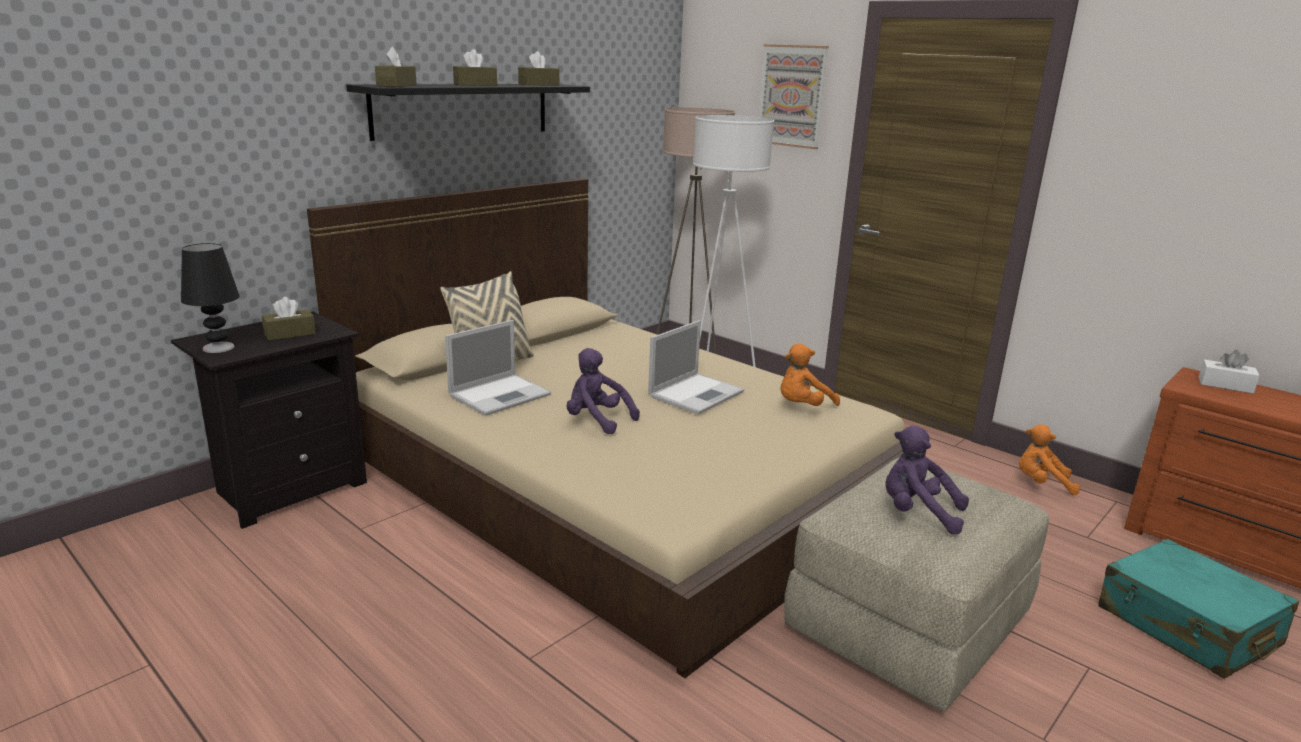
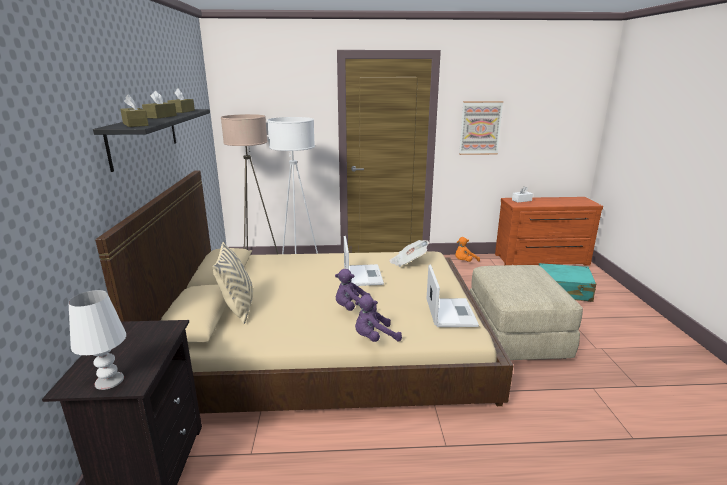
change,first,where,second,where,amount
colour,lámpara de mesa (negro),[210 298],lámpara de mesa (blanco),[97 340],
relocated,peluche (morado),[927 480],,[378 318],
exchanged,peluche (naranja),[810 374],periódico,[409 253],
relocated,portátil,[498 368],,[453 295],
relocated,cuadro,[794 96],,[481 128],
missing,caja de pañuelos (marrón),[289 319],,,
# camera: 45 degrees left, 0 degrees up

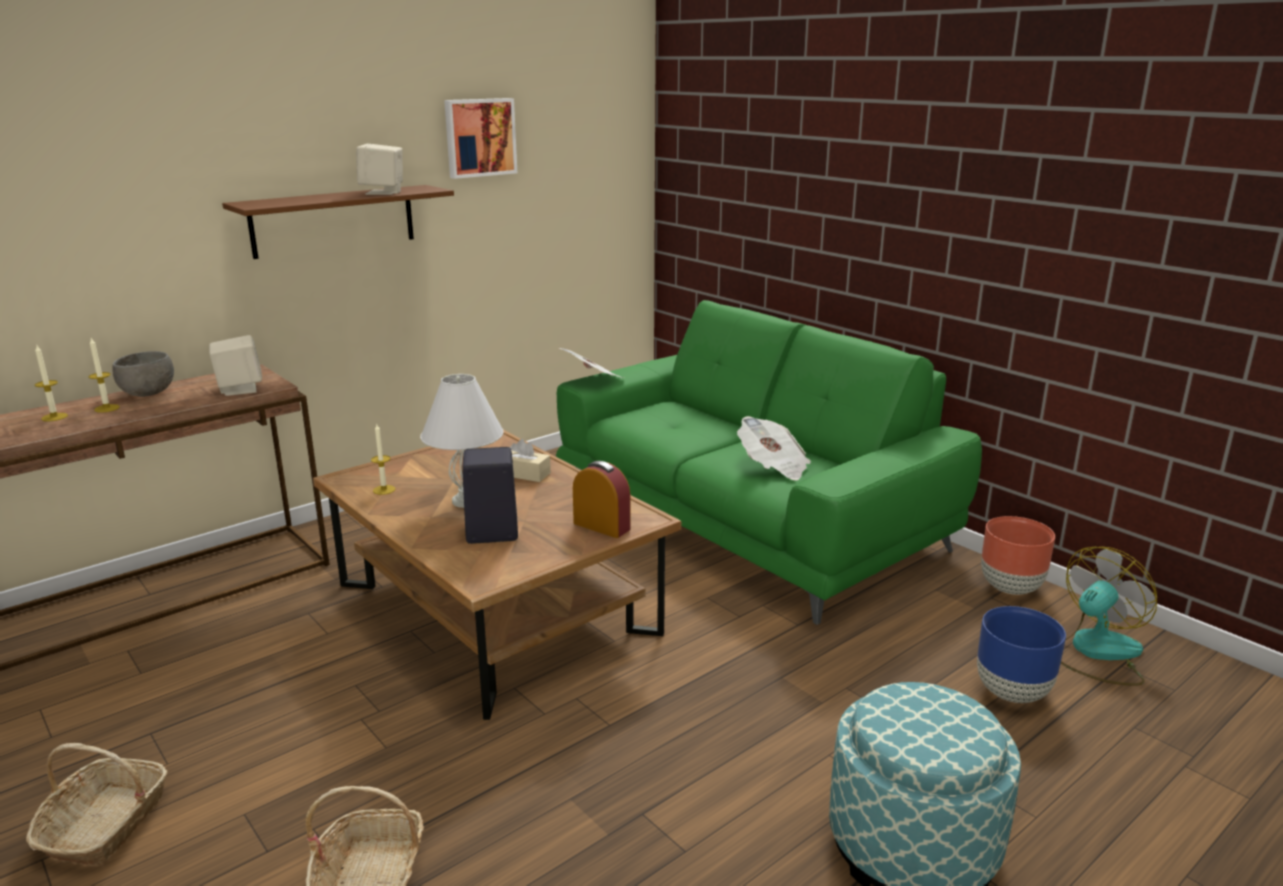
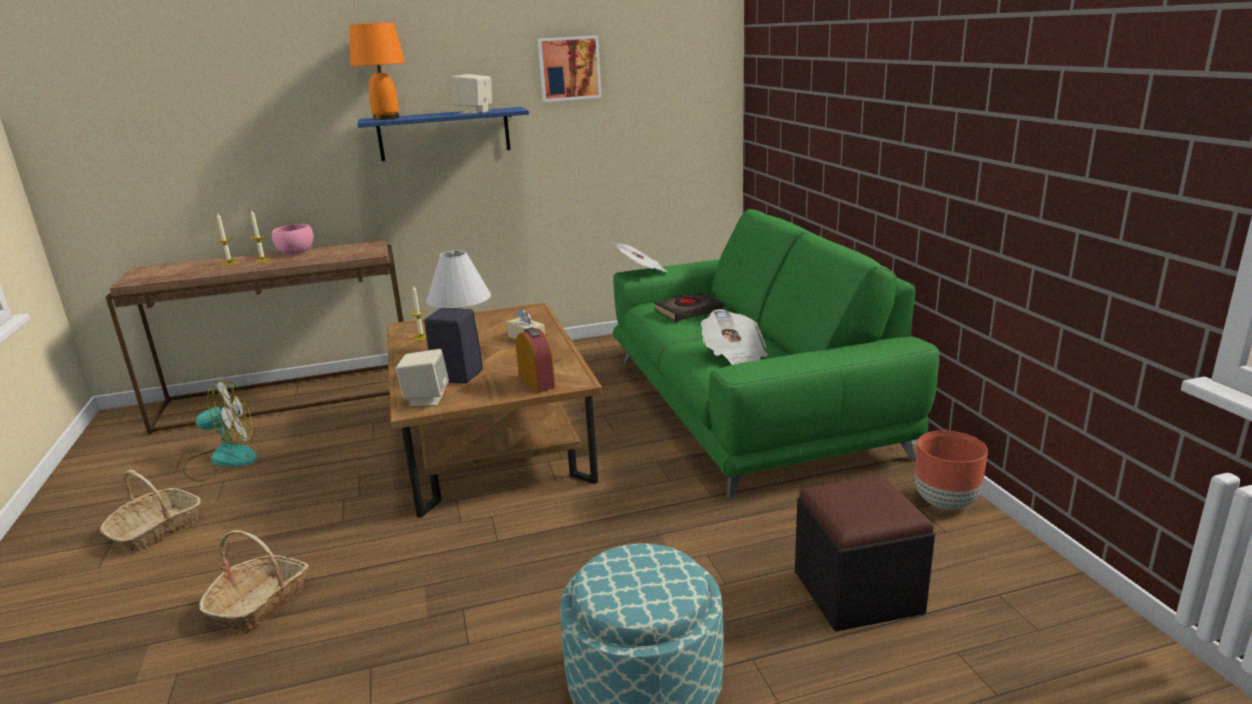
change,first,where,second,where,amount
relocated,ventilador,[1109 616],,[220 430],
colour,cuenco (gris),[143 374],cuenco (rosa),[293 239],
appeared,,,lámpara de mesa (naranja),[377 71],
colour,estante (marrón),[338 222],estante (azul),[443 134],
relocated,altavoz (beis),[235 365],,[422 377],
appeared,,,libro (negro),[689 306],
exchanged,maceta (azul),[1021 654],puf (negro),[865 553],
# camera: 25 degrees right, 0 degrees up

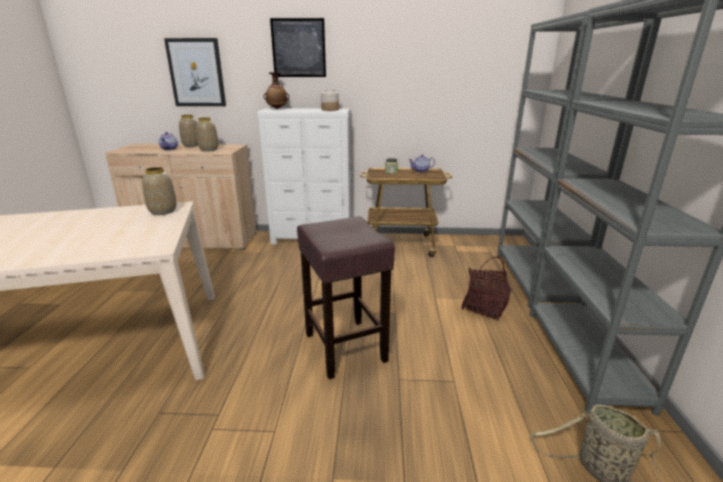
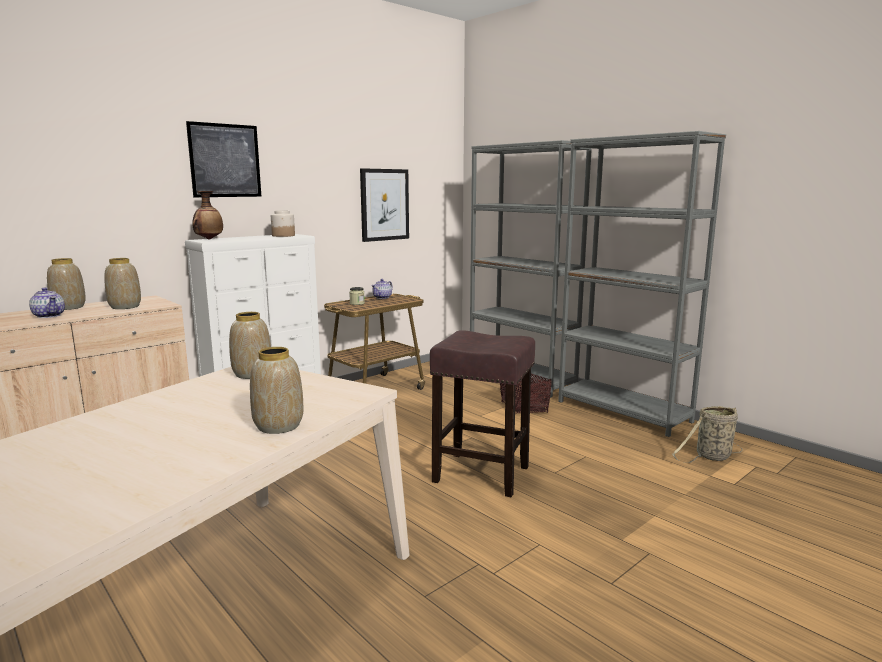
change,first,where,second,where,amount
appeared,,,florero,[276 390],
relocated,cuadro,[195 72],,[384 205],
# camera: 45 degrees left, 10 degrees down

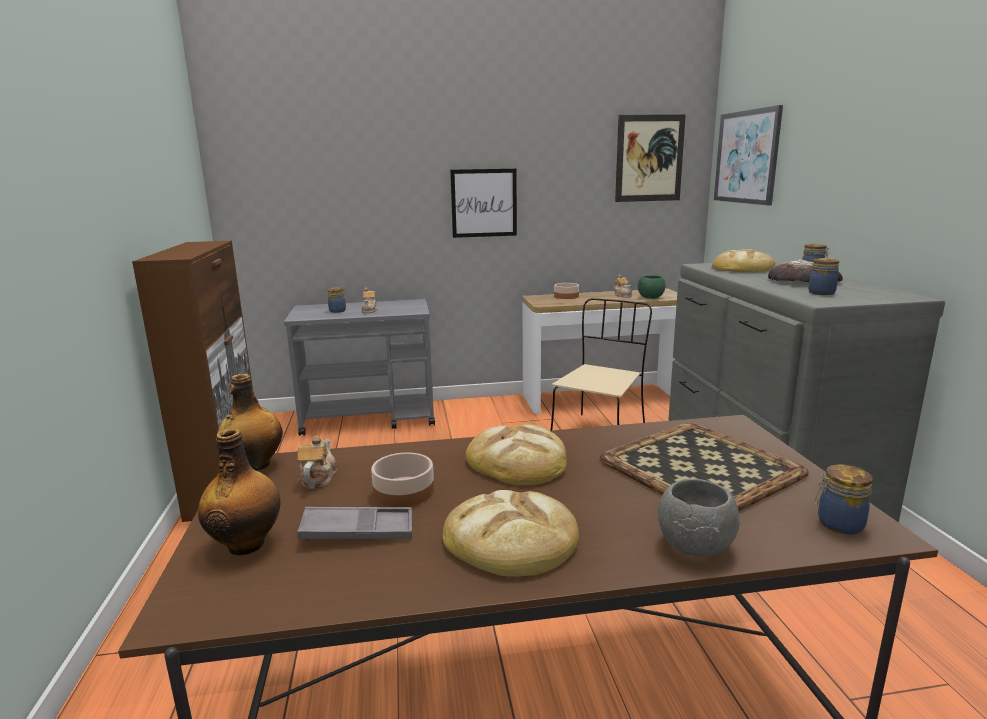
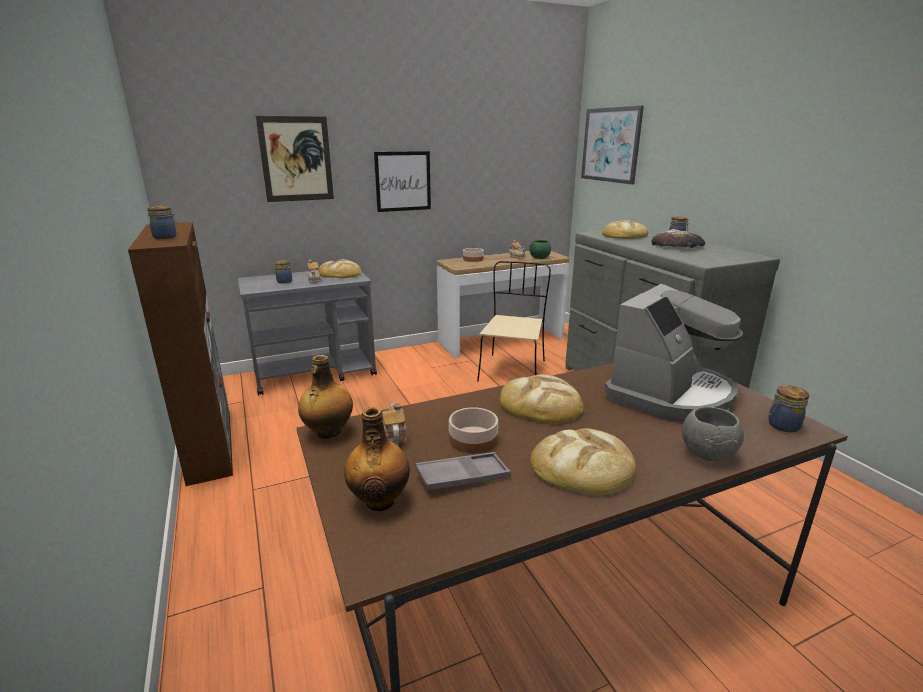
change,first,where,second,where,amount
relocated,tarro,[823 276],,[162 222],
relocated,cuadro,[650 158],,[295 159],
appeared,,,pan,[340 268],
exchanged,bandeja,[704 467],cafetera,[673 352],
# camera: 15 degrees left, 5 degrees up

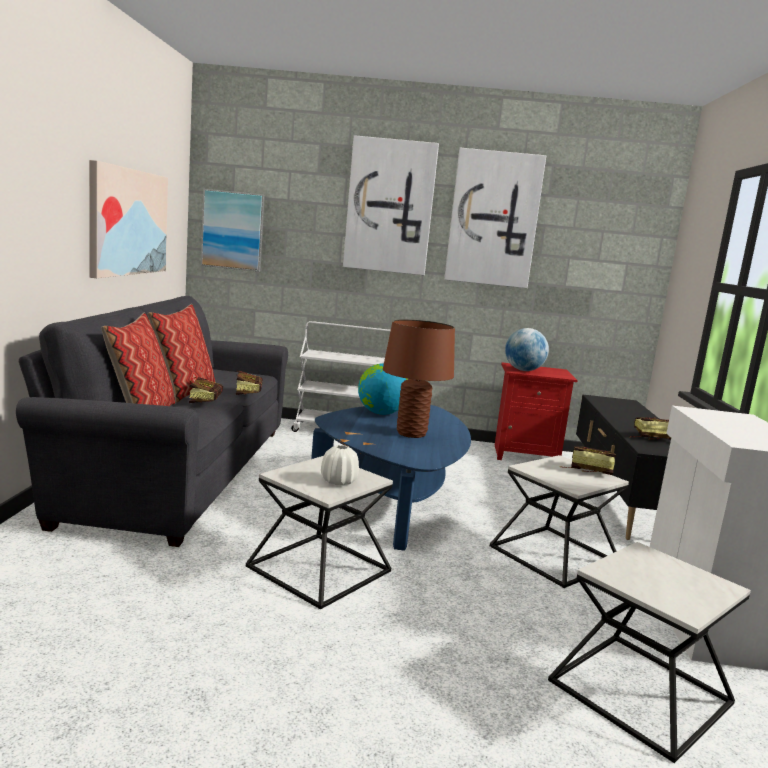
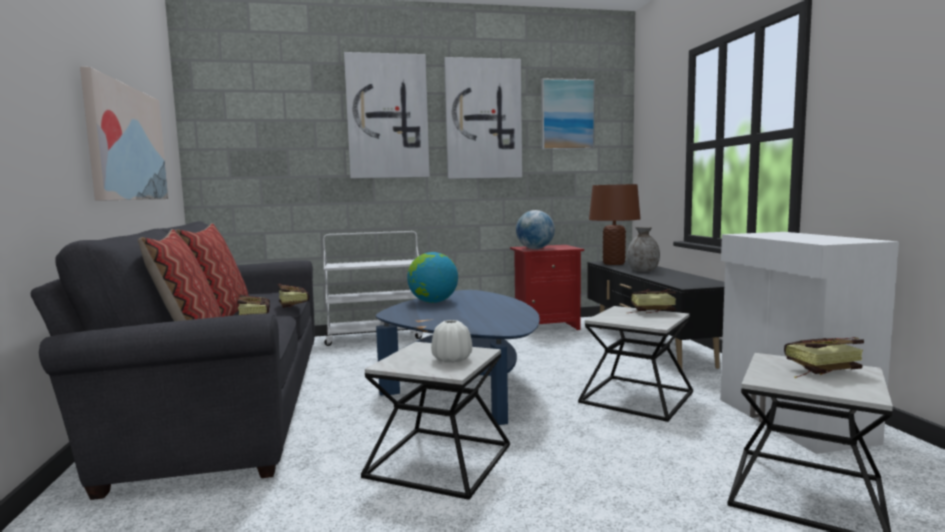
change,first,where,second,where,amount
relocated,cuadro,[233 230],,[568 114],
relocated,lámpara de mesa (marrón),[419 378],,[615 224],
appeared,,,florero (gris),[643 249],
relocated,libro,[650 428],,[824 357],
# camera: 15 degrees left, 5 degrees down

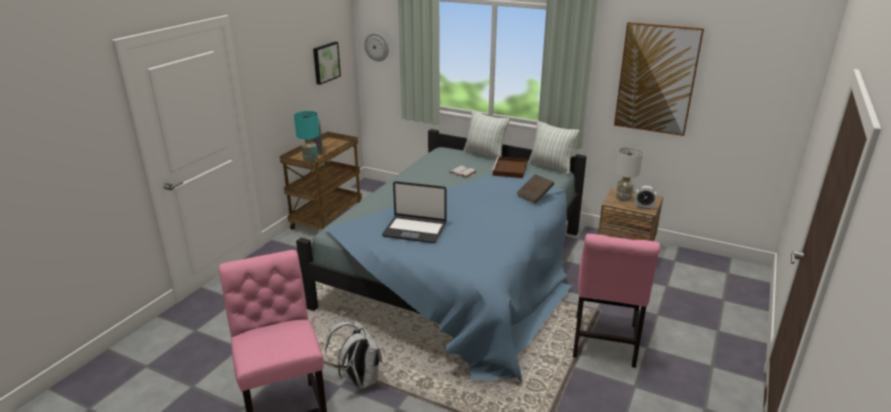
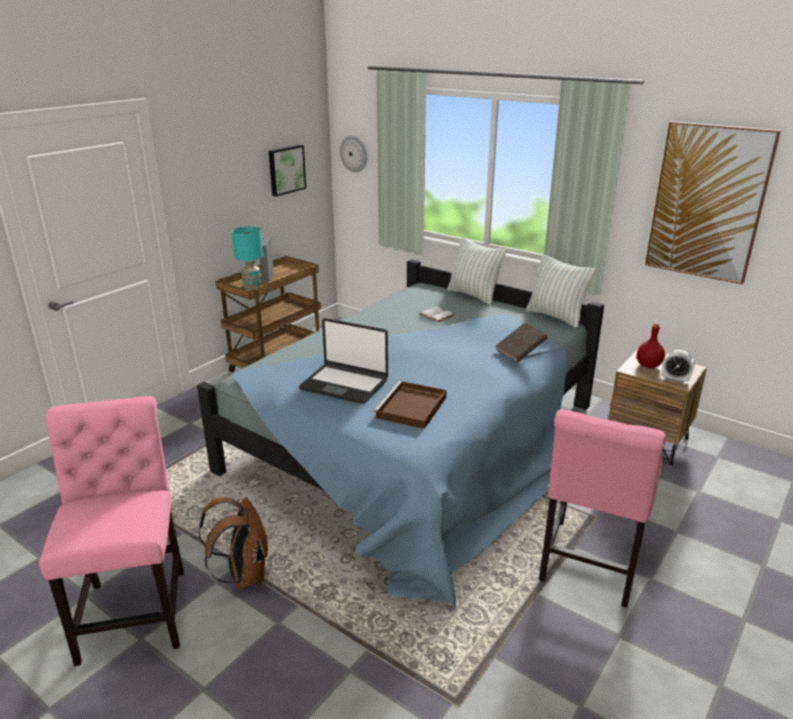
change,first,where,second,where,amount
colour,mochila (blanco),[353 355],mochila (marrón),[233 543],
relocated,bandeja (marrón),[509 167],,[410 405],
exchanged,lámpara de mesa (blanco),[629 174],botella (rojo),[651 345],
# camera: 10 degrees right, 0 degrees up

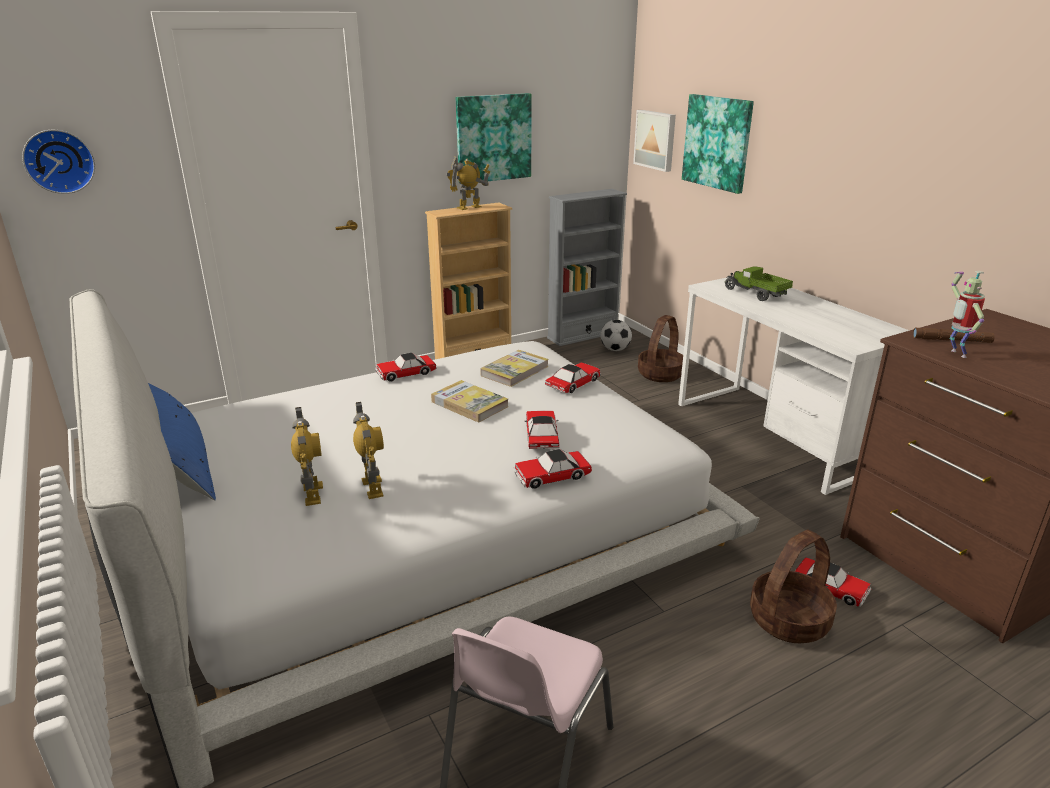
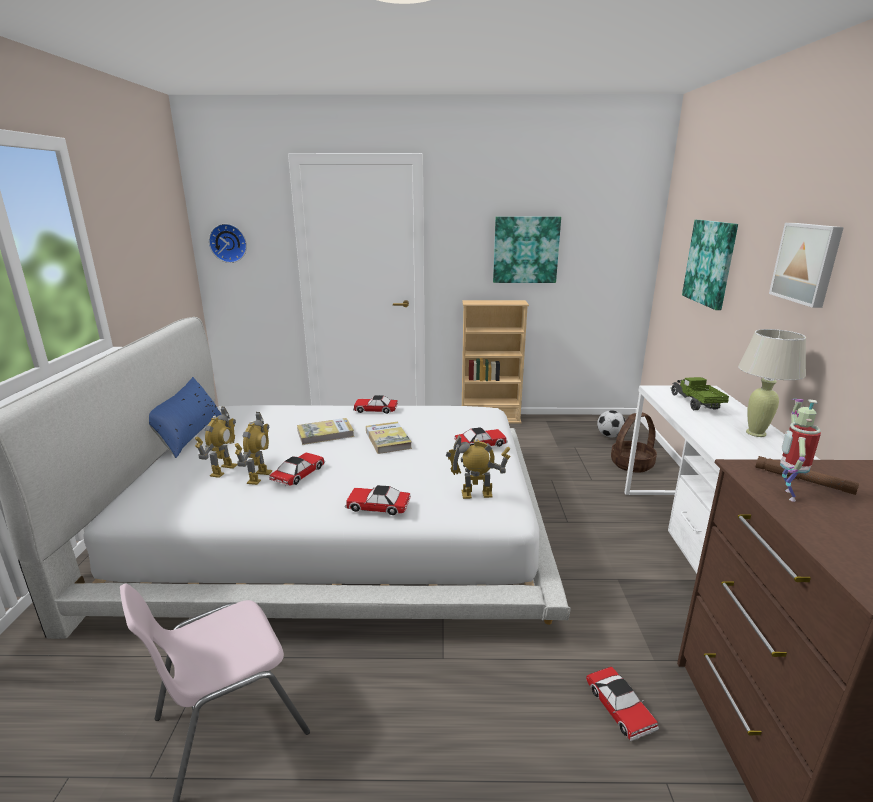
change,first,where,second,where,amount
relocated,coche de juguete,[542 430],,[297 469],
relocated,libro,[514 368],,[325 431],
relocated,robot de juguete,[468 183],,[478 467],
appeared,,,lámpara de mesa (beis),[772 383],
relocated,cuadro,[654 141],,[806 265],
missing,estantería (gris),[587 267],,,
missing,cesta,[793 586],,,
# camera: 30 degrees right, 5 degrees down

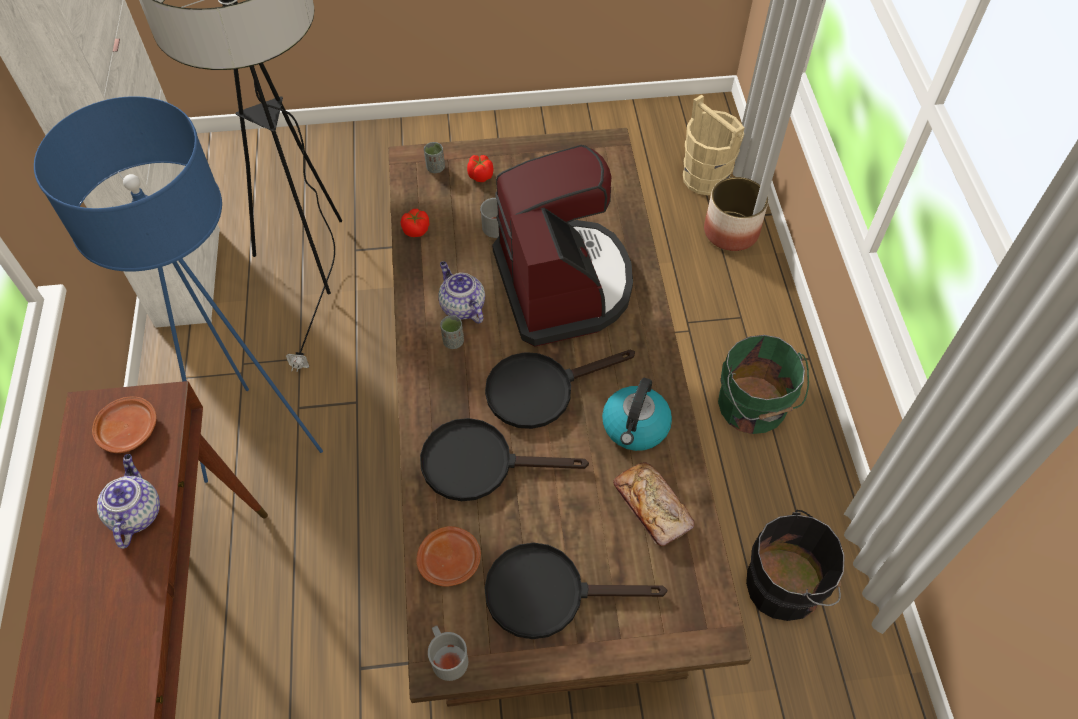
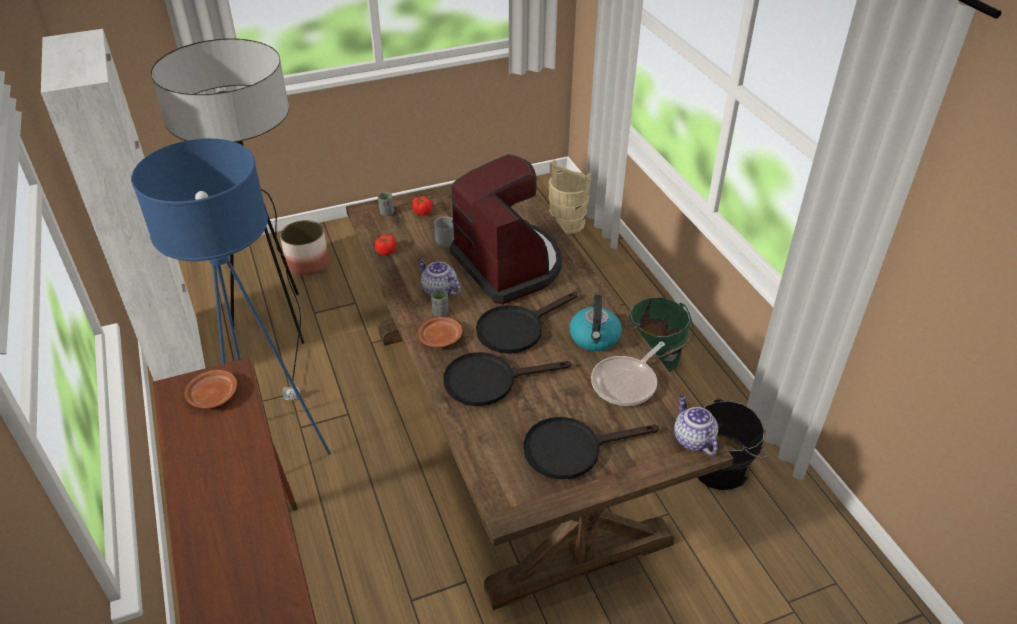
change,first,where,second,where,amount
relocated,maceta,[736 214],,[304 247],
relocated,plato (marrón),[448 556],,[440 332],
exchanged,pan,[653 504],sartén,[628 374],
relocated,tetera,[128 501],,[696 425],
missing,taza grande (gris),[448 653],,,
# camera: 15 degrees left, 15 degrees down

